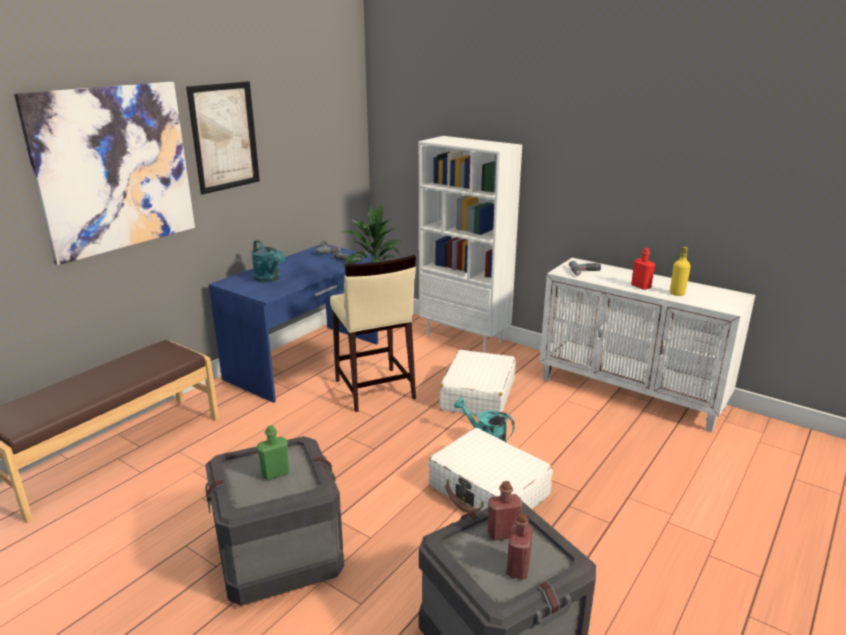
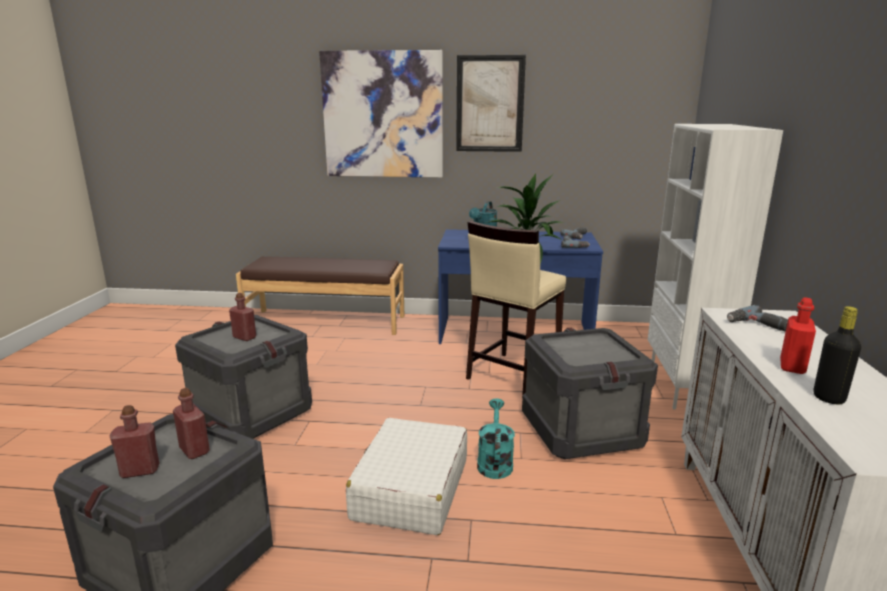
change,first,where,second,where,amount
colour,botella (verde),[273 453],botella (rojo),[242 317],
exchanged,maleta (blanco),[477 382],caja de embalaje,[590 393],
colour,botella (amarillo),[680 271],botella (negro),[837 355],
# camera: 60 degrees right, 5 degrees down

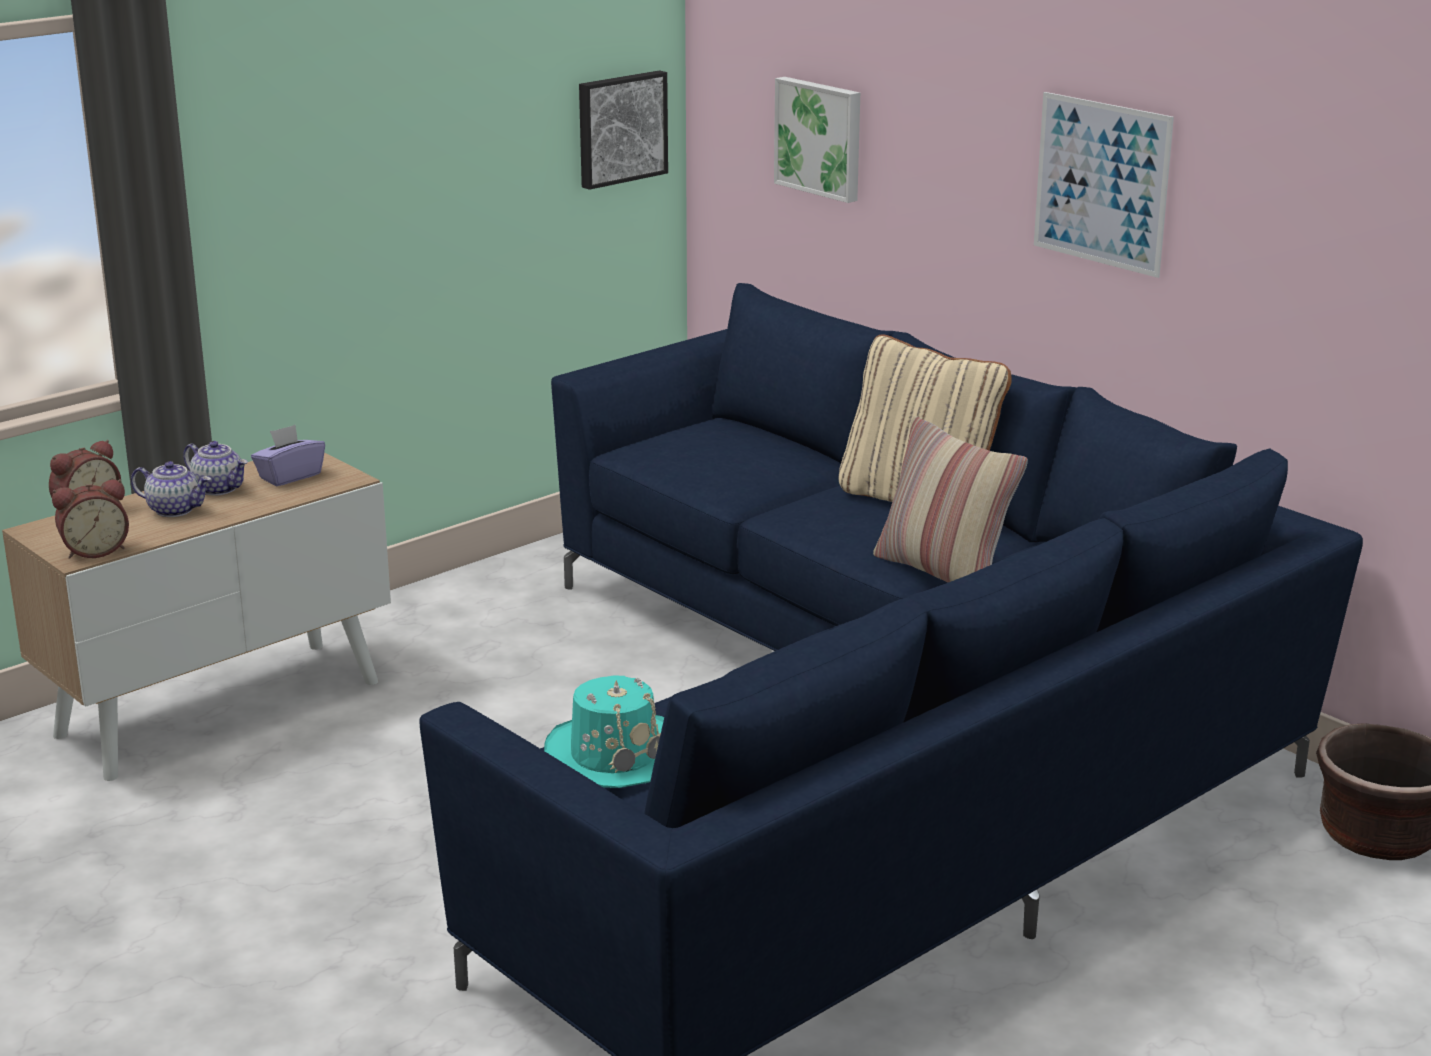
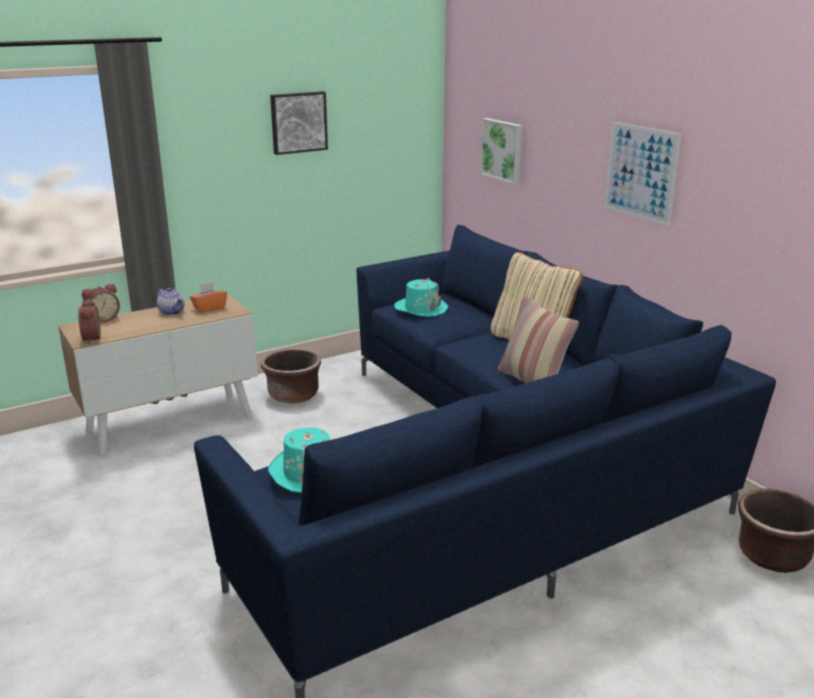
change,first,where,second,where,amount
spun,despertador,[90 519],,[91 321],90 degrees clockwise
colour,caja de pañuelos (morado),[288 455],caja de pañuelos (naranja),[208 297],
appeared,,,maceta (marrón),[291 376],
relocated,cuadro,[623 130],,[299 123],
appeared,,,sombrero (turquesa),[421 297],
missing,tetera,[171 489],,,
# camera: 10 degrees right, 0 degrees up

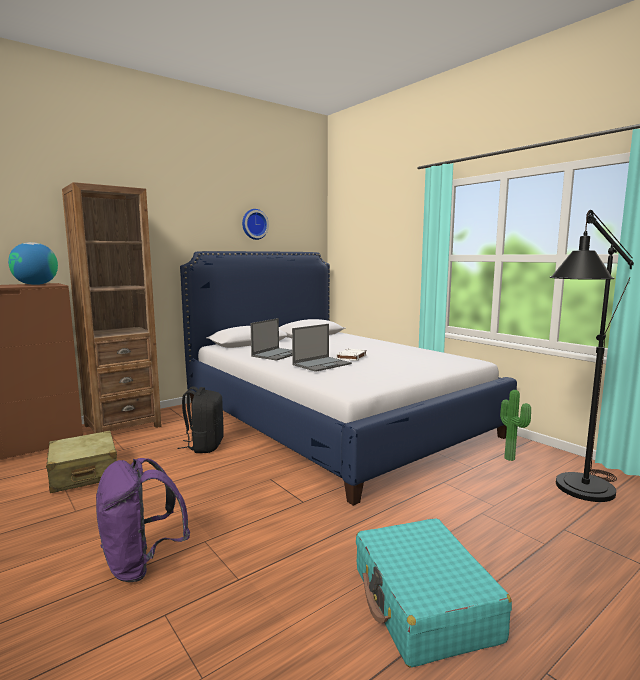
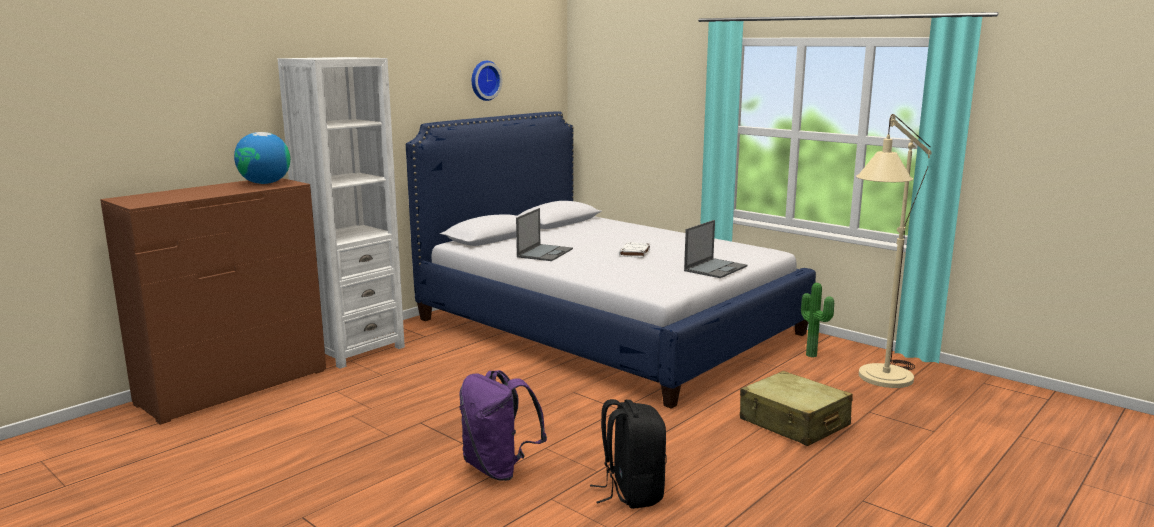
change,first,where,second,where,amount
colour,estantería (marrón),[112 307],estantería (blanco),[341 213],
relocated,mochila (negro),[201 420],,[628 454],
relocated,portátil,[322 348],,[716 249],
relocated,maleta (beis),[81 462],,[796 408],
colour,lámpara de pie (negro),[592 356],lámpara de pie (beis),[894 251],
missing,maleta (turquesa),[434 593],,,
# camera: 10 degrees left, 5 degrees up

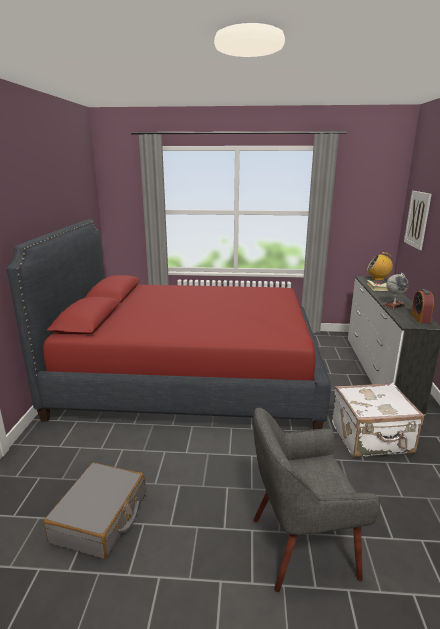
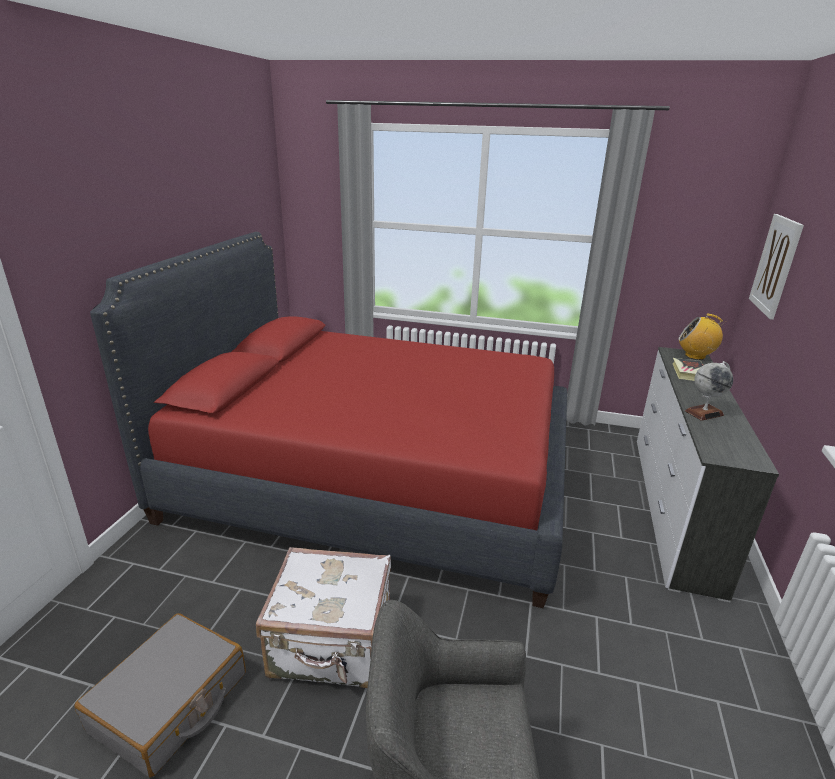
change,first,where,second,where,amount
relocated,maleta (blanco),[378 420],,[323 617],
missing,despertador,[422 306],,,
# camera: 10 degrees right, 5 degrees up

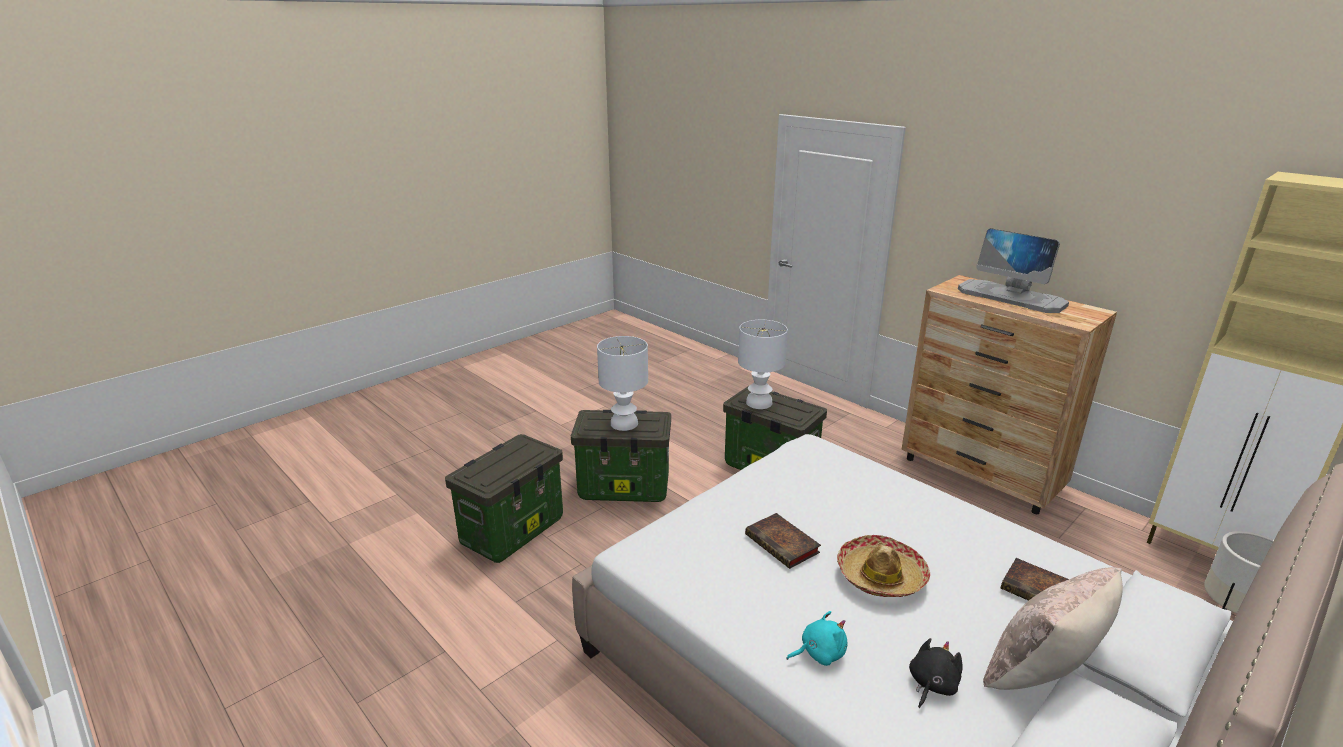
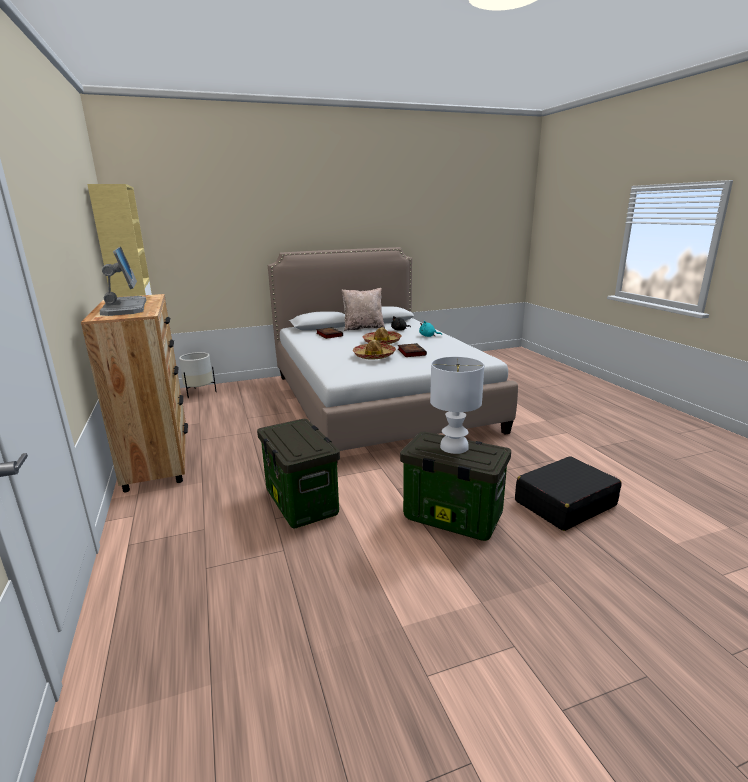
change,first,where,second,where,amount
appeared,,,sombrero,[374 350],
exchanged,caja de almacenaje,[504 498],maleta (negro),[568 493],
missing,lámpara de mesa (blanco),[763 364],,,
# camera: 155 degrees left, 5 degrees down

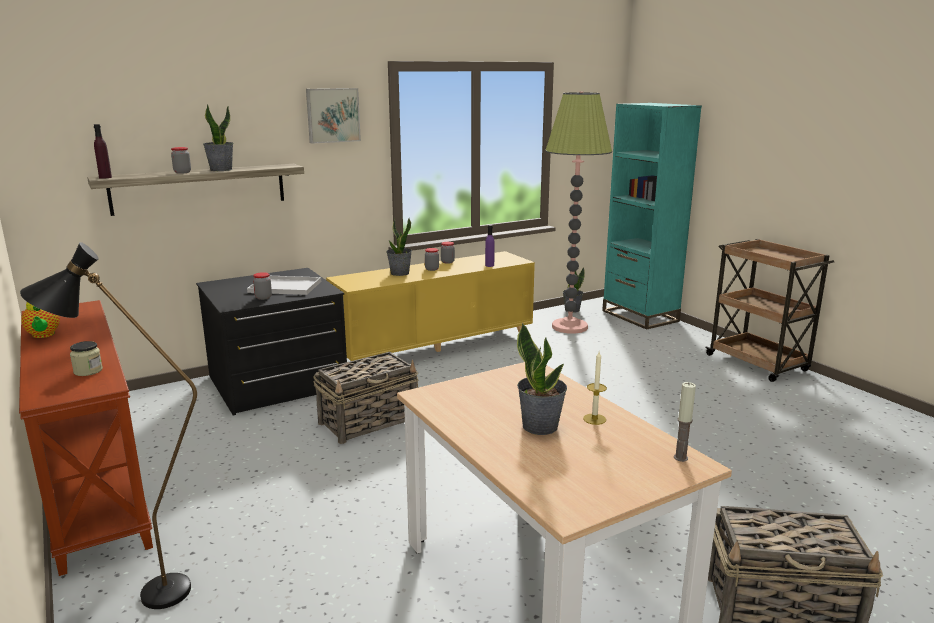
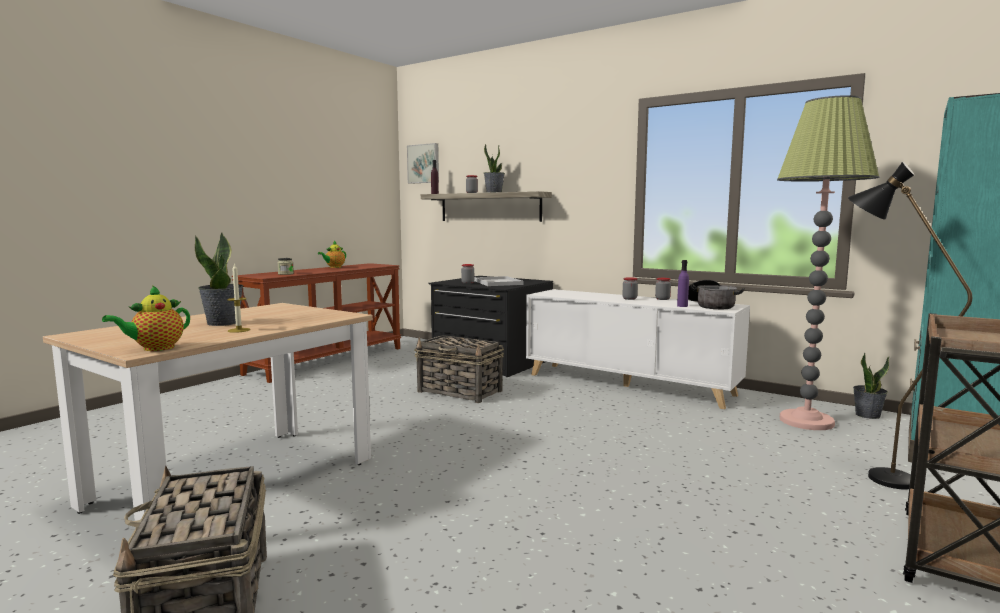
change,first,where,second,where,amount
exchanged,vela,[685 422],tetera,[146 318],
relocated,cuadro,[333 116],,[423 163],
colour,armario (amarillo),[430 306],armario (blanco),[638 349],
appeared,,,olla,[716 294],
relocated,lámpara de pie (negro),[108 425],,[910 325],
missing,planta en maceta,[399 246],,,
# camera: 65 degrees right, 10 degrees down

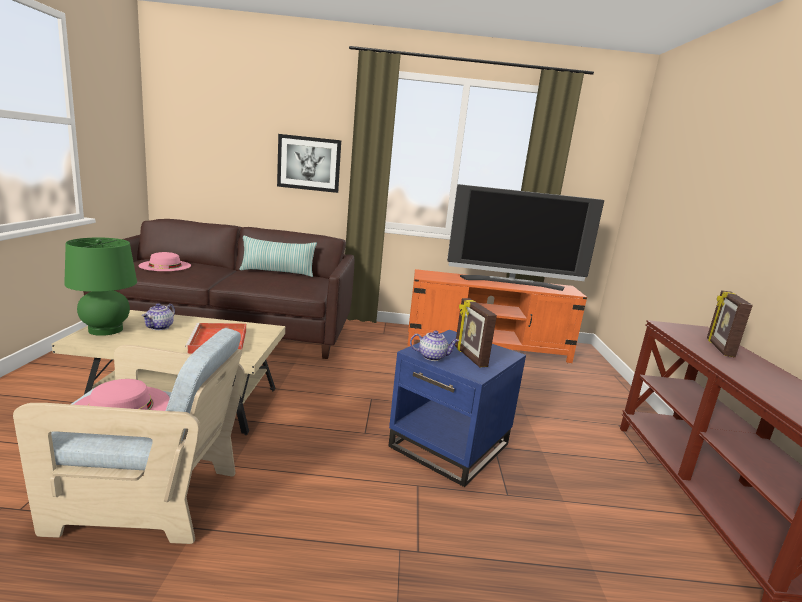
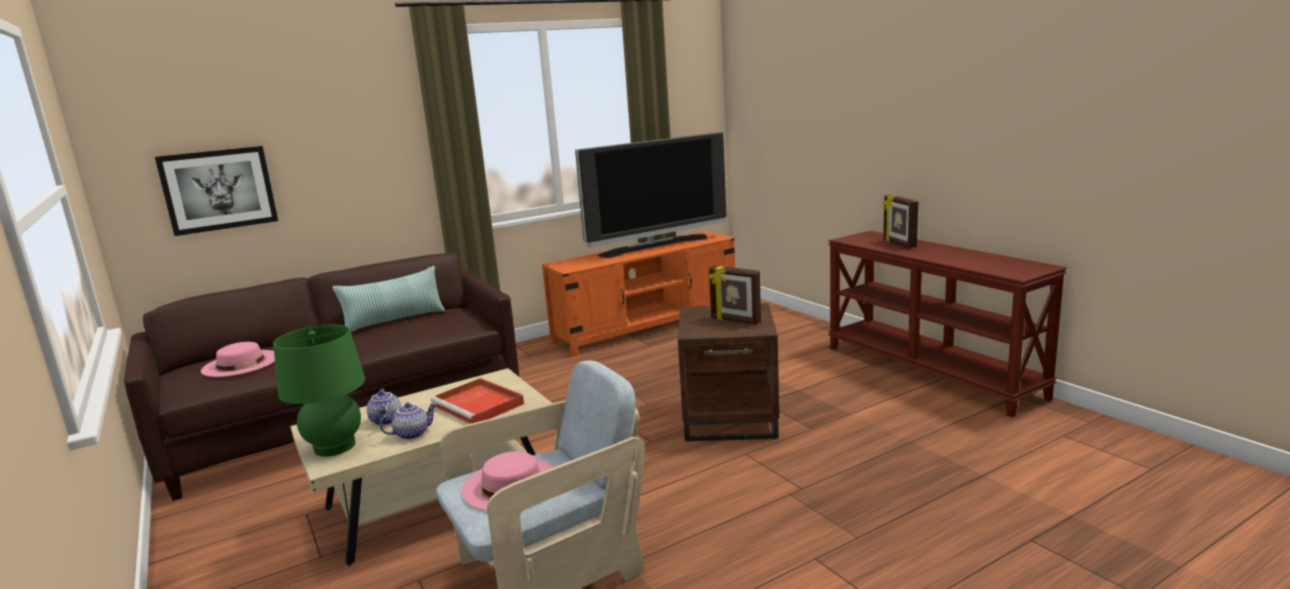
change,first,where,second,where,amount
relocated,cuadro,[309 163],,[216 191],
relocated,tetera,[434 345],,[408 421],
colour,mesa auxiliar (azul),[457 408],mesa auxiliar (marrón),[728 372],
# camera: 30 degrees left, 0 degrees up

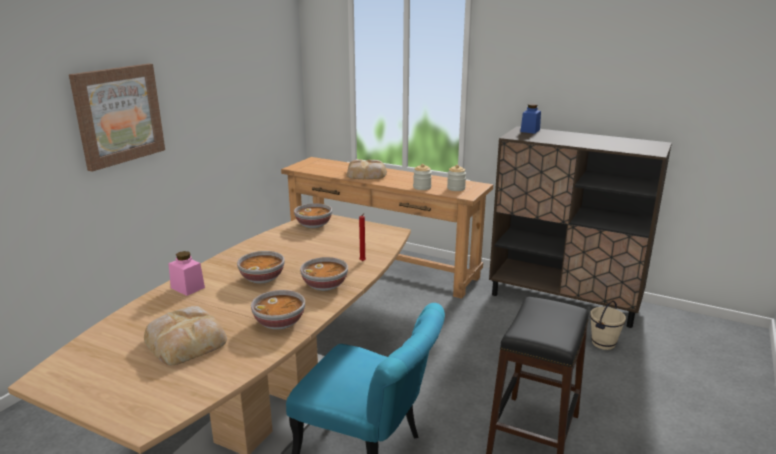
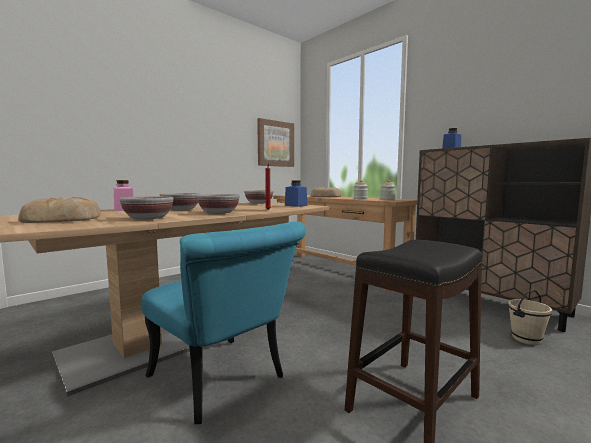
change,first,where,second,where,amount
relocated,cuadro,[117 118],,[275 142],
appeared,,,tarro (azul),[296 193],
# camera: 20 degrees right, 15 degrees down

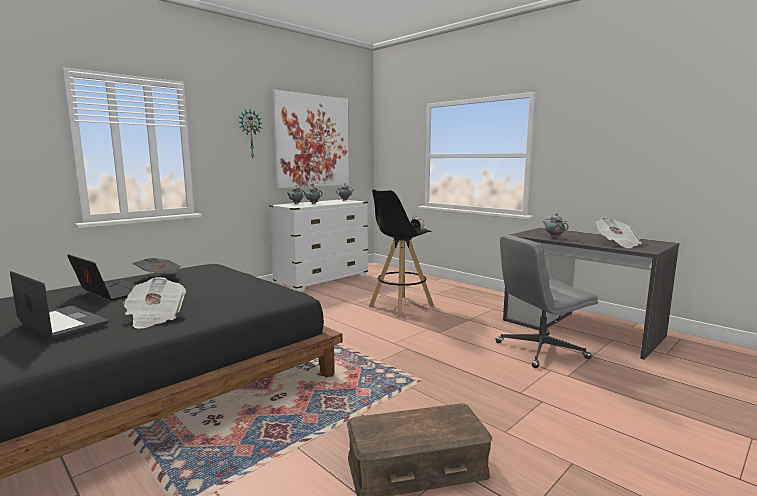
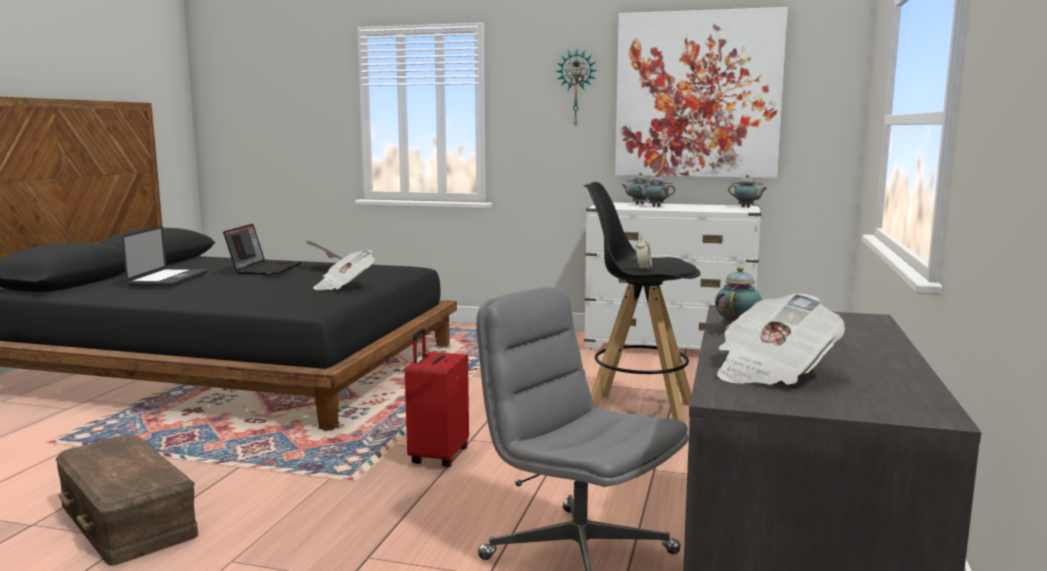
change,first,where,second,where,amount
relocated,periódico,[154 303],,[344 270],
appeared,,,maleta (rojo),[437 397],
# camera: 60 degrees right, 0 degrees up

